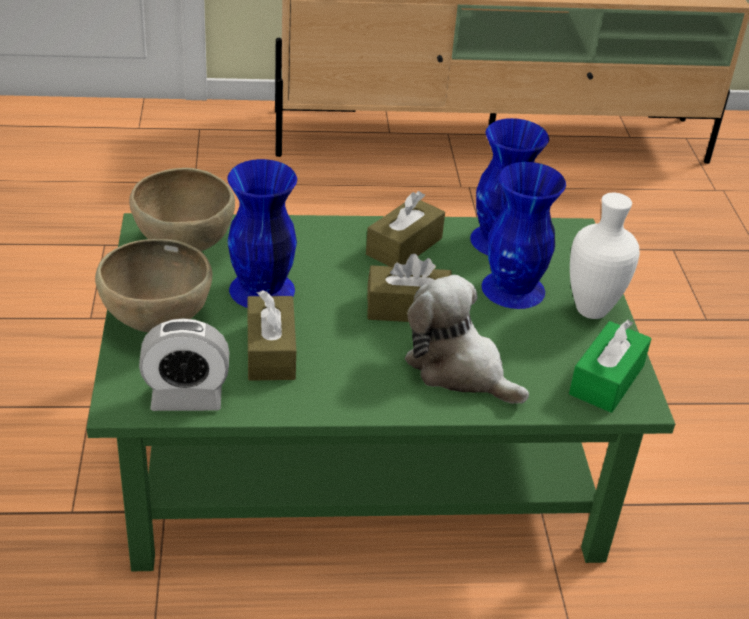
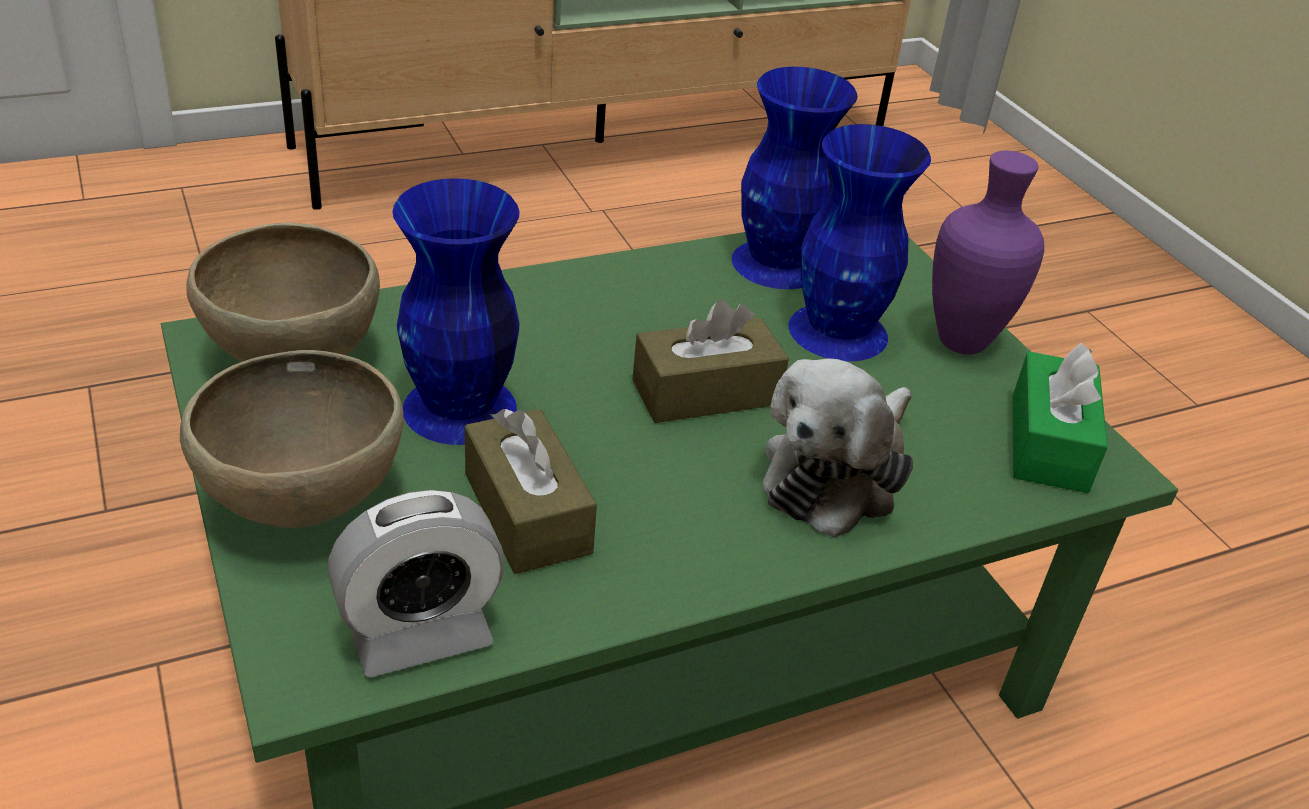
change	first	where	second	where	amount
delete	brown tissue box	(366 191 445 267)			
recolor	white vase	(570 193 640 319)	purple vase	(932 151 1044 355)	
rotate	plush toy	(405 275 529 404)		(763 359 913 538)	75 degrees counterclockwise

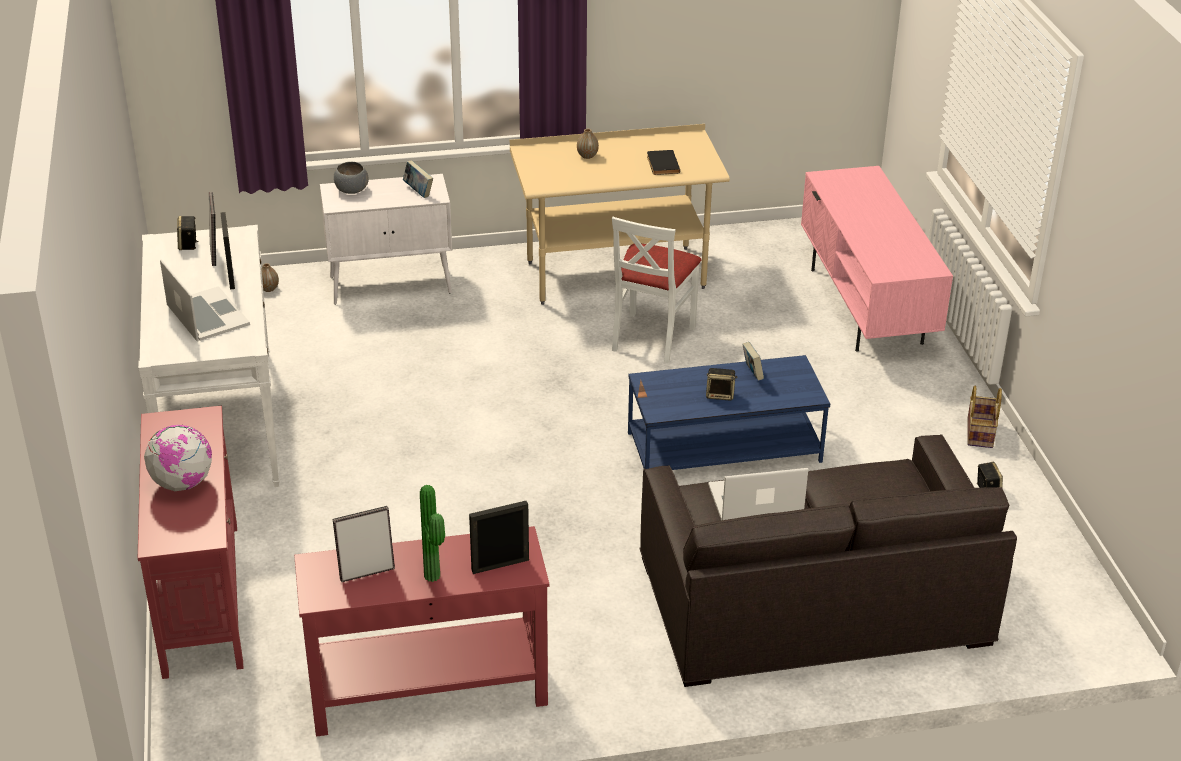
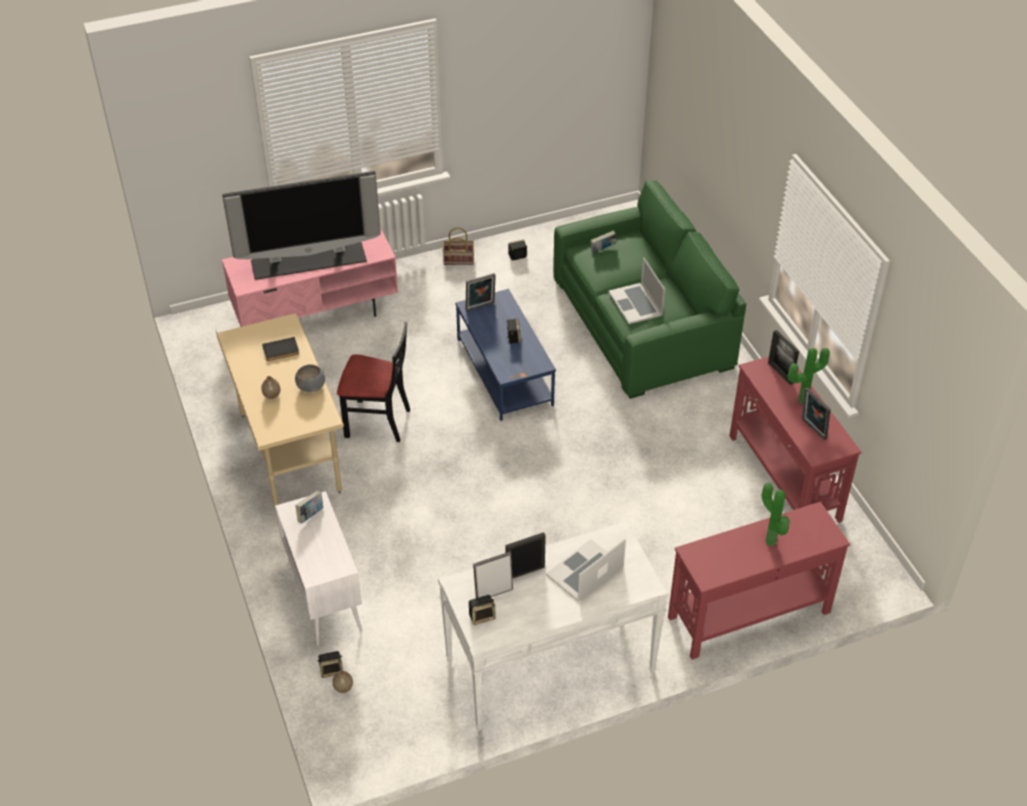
change	first	where	second	where	amount
move	grey bowl	(334 162 369 194)		(295 364 325 392)	
recolor	white chair	(612 217 702 363)	black chair	(337 322 410 442)	
move	book	(742 342 764 381)		(590 231 616 253)	
replace	globe	(144 425 212 491)	potted plant	(762 483 790 546)	
recolor	grey sofa	(640 434 1017 687)	green sofa	(553 180 746 399)	
insert			television	(222 171 381 280)	
insert			picture frame	(465 273 496 311)	
insert			speaker	(318 651 343 678)	

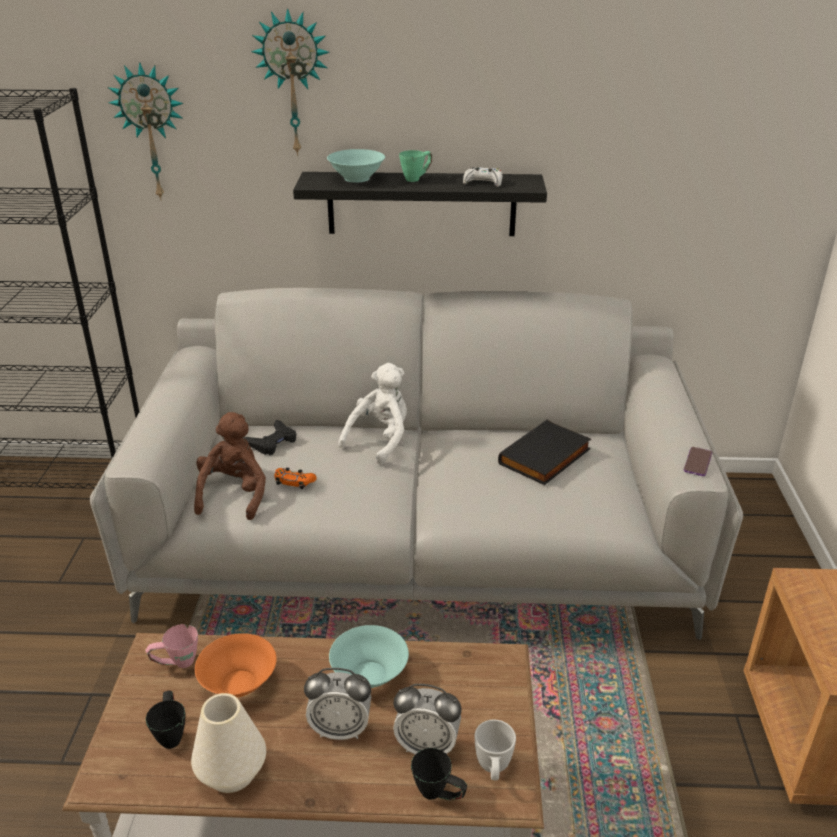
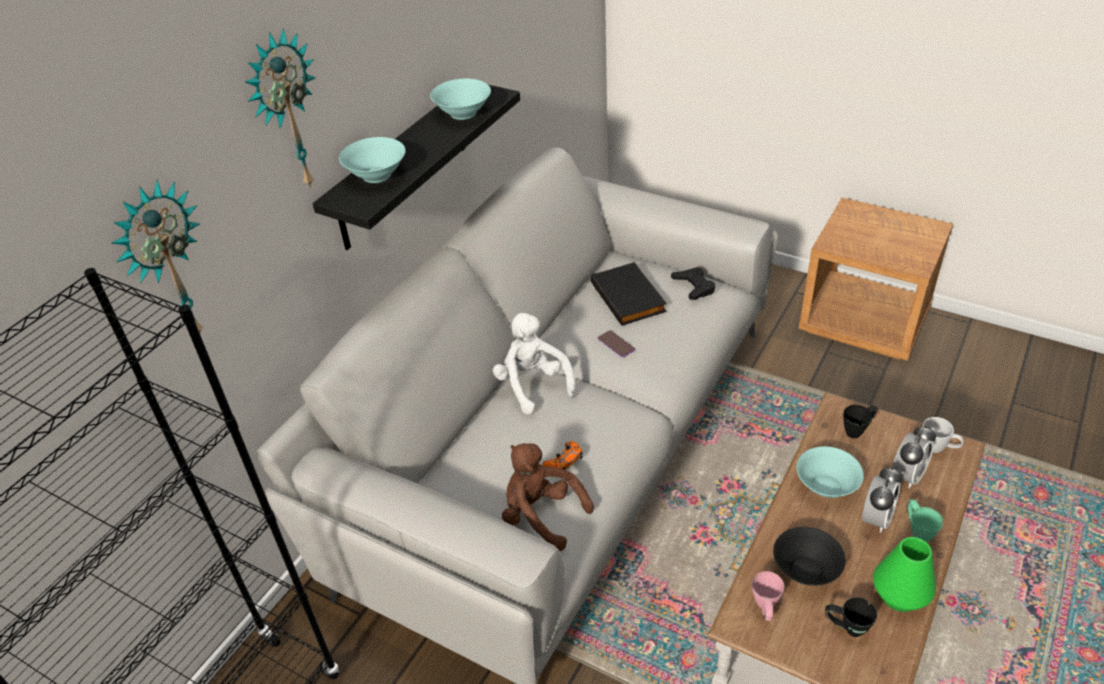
change	first	where	second	where	amount
move	green mug	(399 150 432 182)		(906 499 943 542)	
replace	white game controller	(463 167 503 187)	turquoise bowl	(430 79 491 120)	
move	black game controller	(244 420 296 455)		(671 267 715 300)	
move	phone	(684 447 712 476)		(598 330 635 357)	
recolor	orange bowl	(195 633 277 697)	black bowl	(773 527 846 586)	
recolor	white vase	(191 693 266 793)	green vase	(873 537 936 612)	
move	black mug	(411 748 467 801)		(843 405 878 438)	

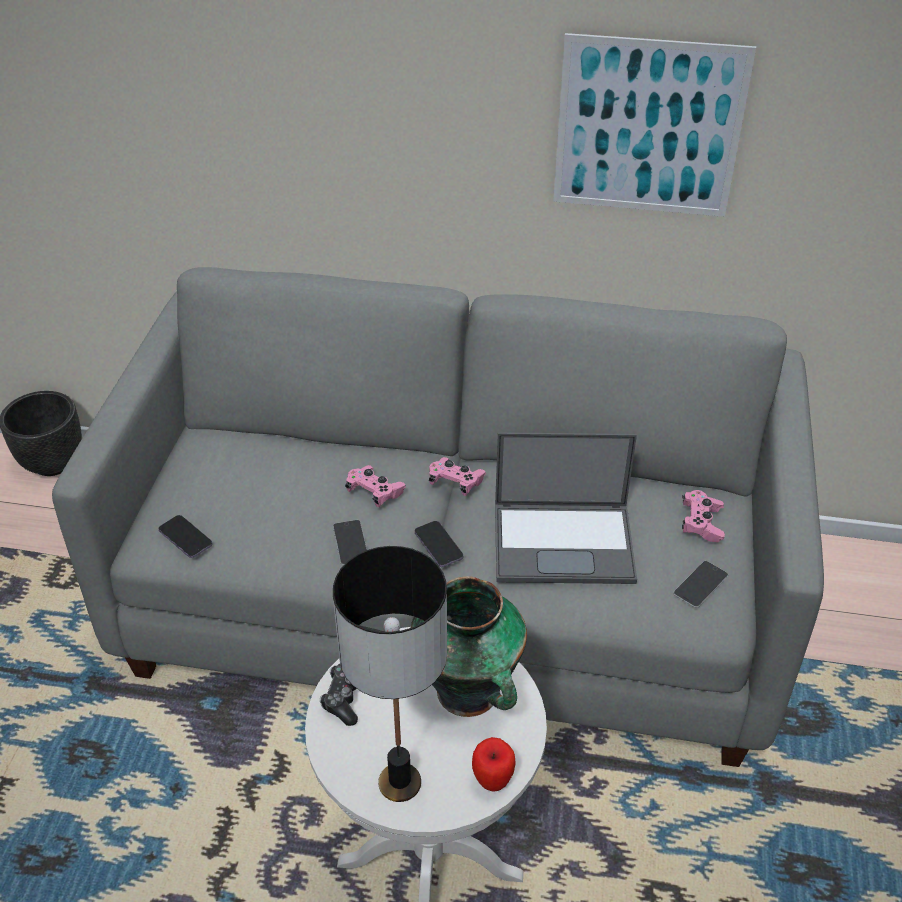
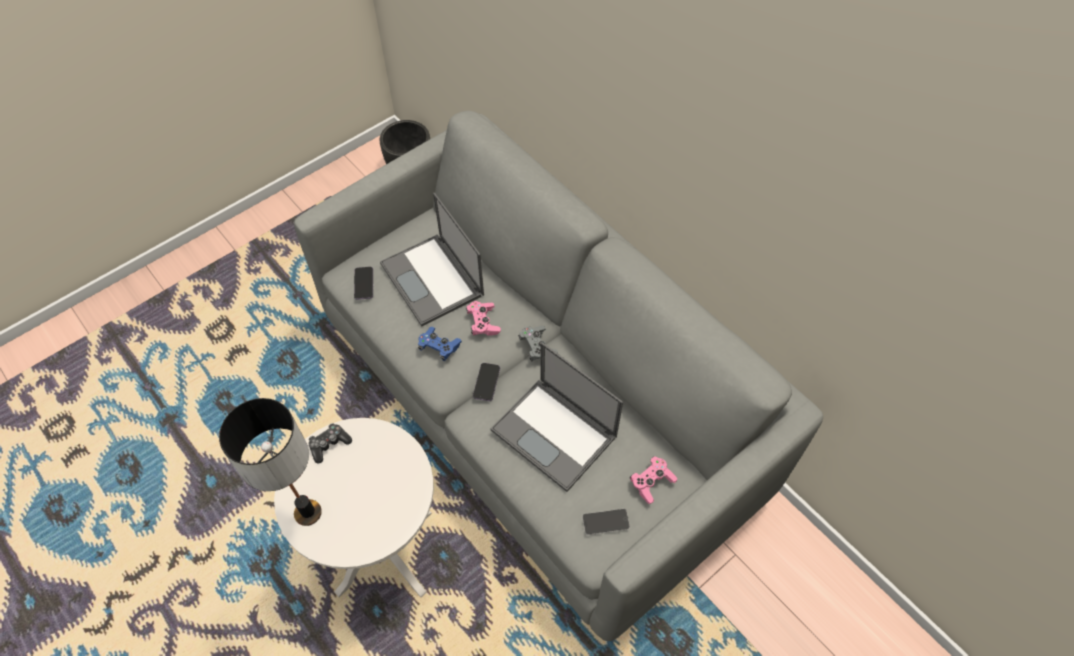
change	first	where	second	where	amount
delete	picture	(553 33 756 217)			
recolor	pink game controller	(429 457 486 496)	grey game controller	(518 326 558 362)	
replace	phone	(333 520 367 566)	blue game controller	(418 327 462 361)	
delete	vase	(410 576 527 717)			
delete	apple	(472 737 516 792)			
insert			laptop	(380 193 484 326)	

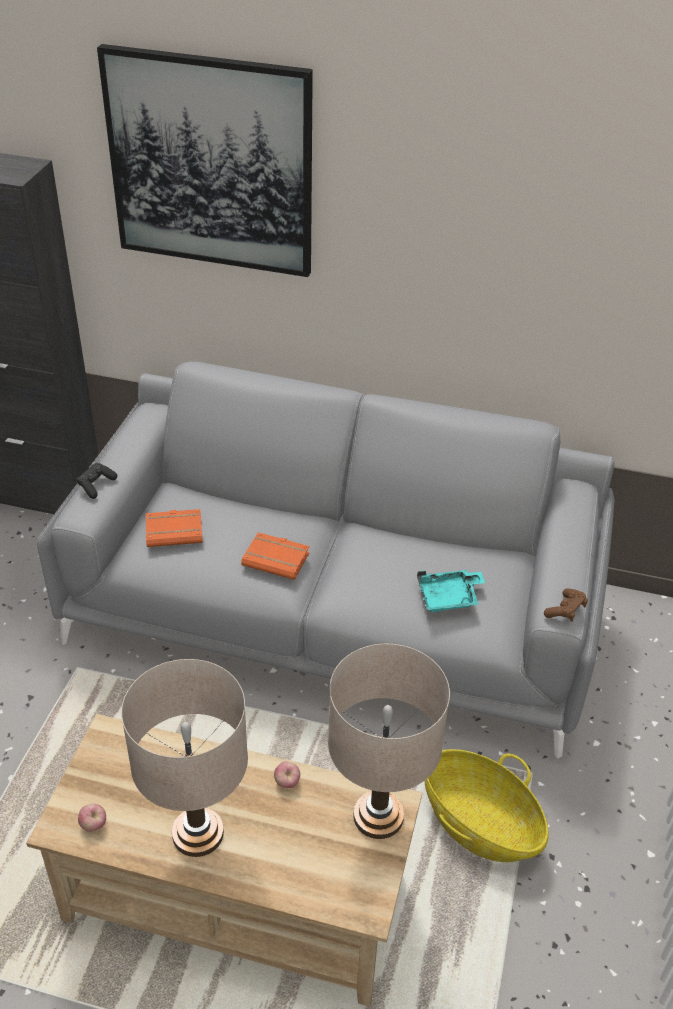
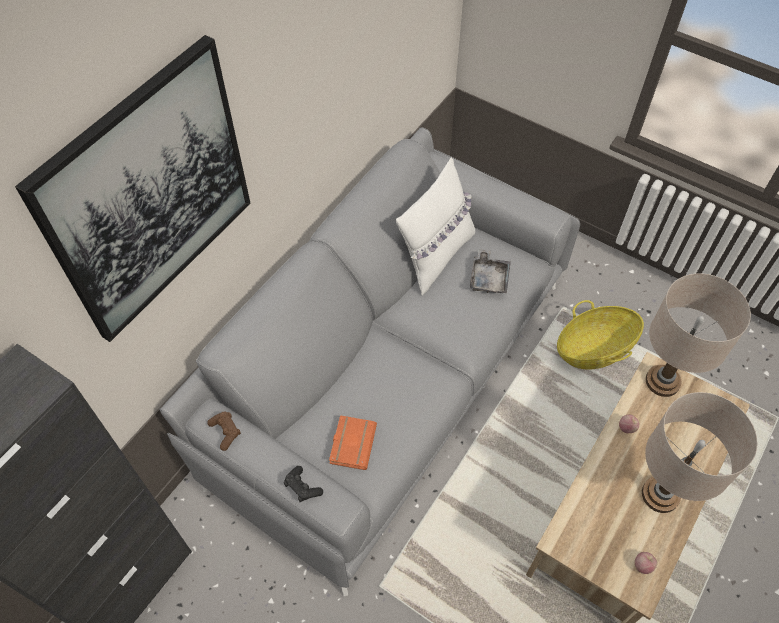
change	first	where	second	where	amount
delete	orange book	(241 532 310 580)			
recolor	turquoise tray	(417 570 485 612)	grey tray	(470 249 511 293)	
move	brown game controller	(544 588 588 622)		(207 412 241 451)	
insert			white pillow	(396 157 475 296)	

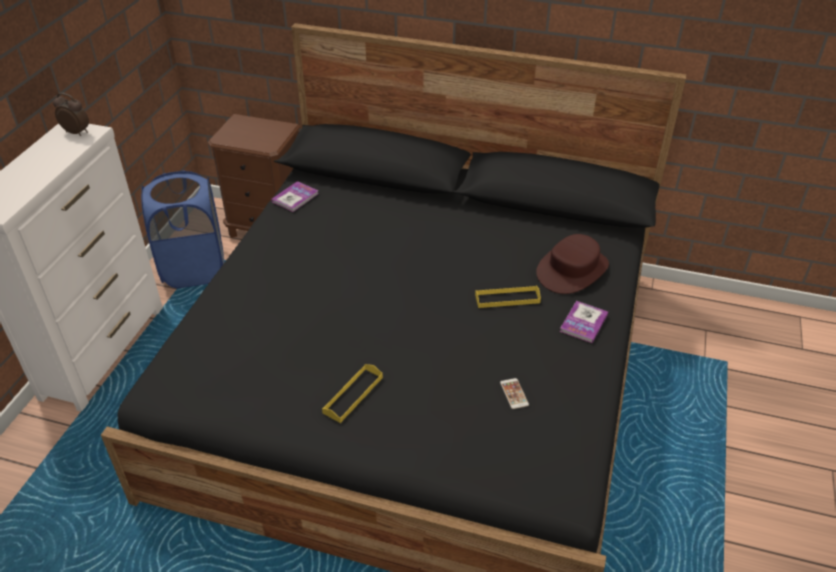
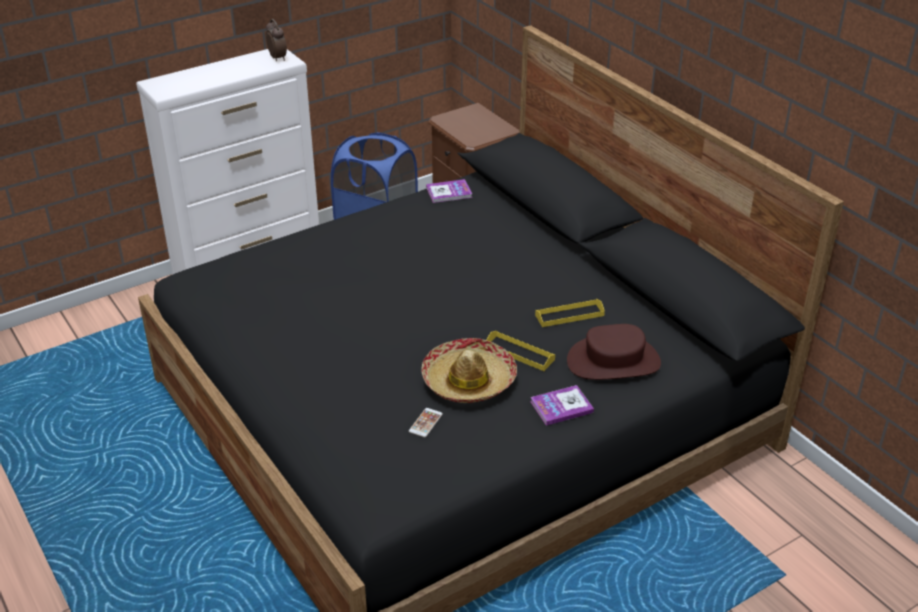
change	first	where	second	where	amount
move	yellow tray	(322 364 383 423)		(535 299 605 327)	
insert			hat	(422 338 517 403)	

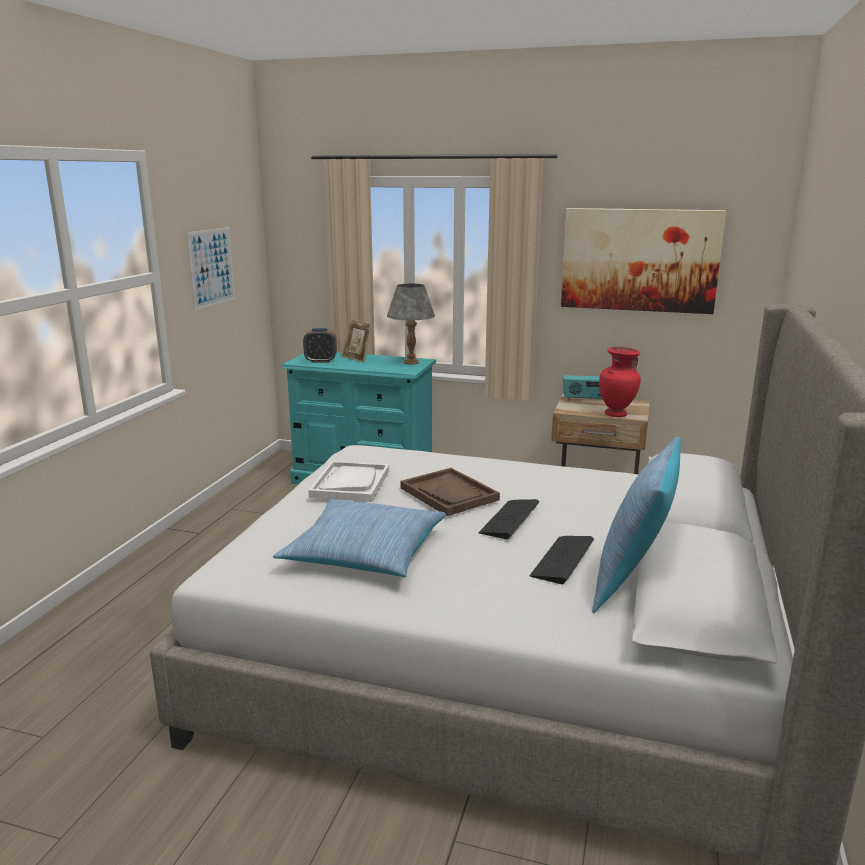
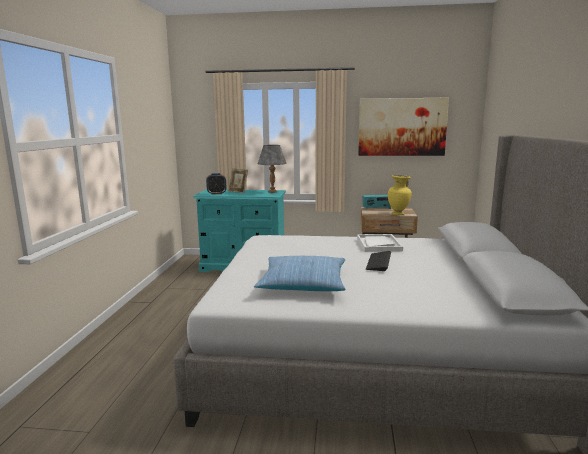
change	first	where	second	where	amount
delete	picture	(186 227 235 310)			
recolor	red vase	(599 347 641 417)	yellow vase	(388 175 412 215)	
delete	pillow	(592 437 681 613)			
move	white tray	(308 461 389 502)		(357 234 403 252)	
delete	brown tray	(400 468 500 516)			
delete	keyboard	(530 536 594 584)			

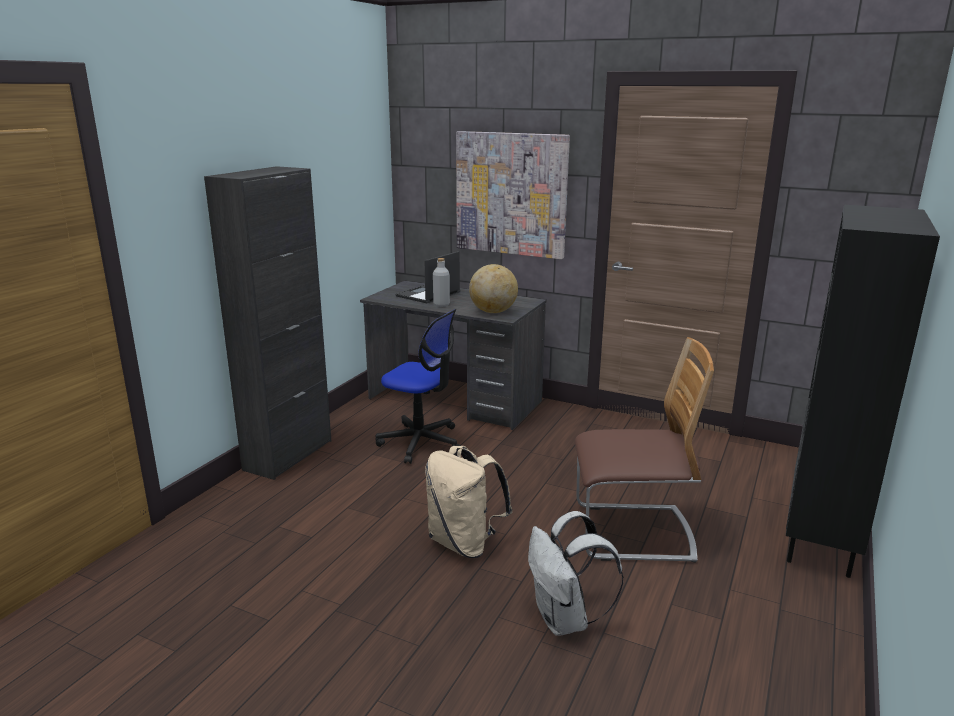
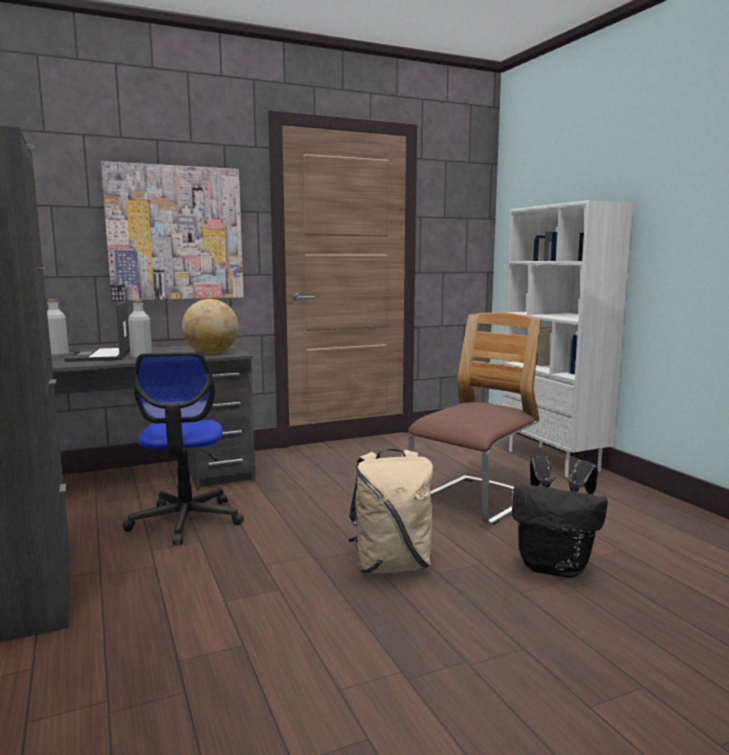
change	first	where	second	where	amount
recolor	black bookcase	(786 205 940 578)	white bookcase	(502 200 634 477)	
rotate	office chair	(375 309 461 464)		(123 352 244 545)	105 degrees clockwise
recolor	white backpack	(528 511 624 636)	black backpack	(512 456 608 578)	
insert			grey bottle	(47 299 69 357)	

